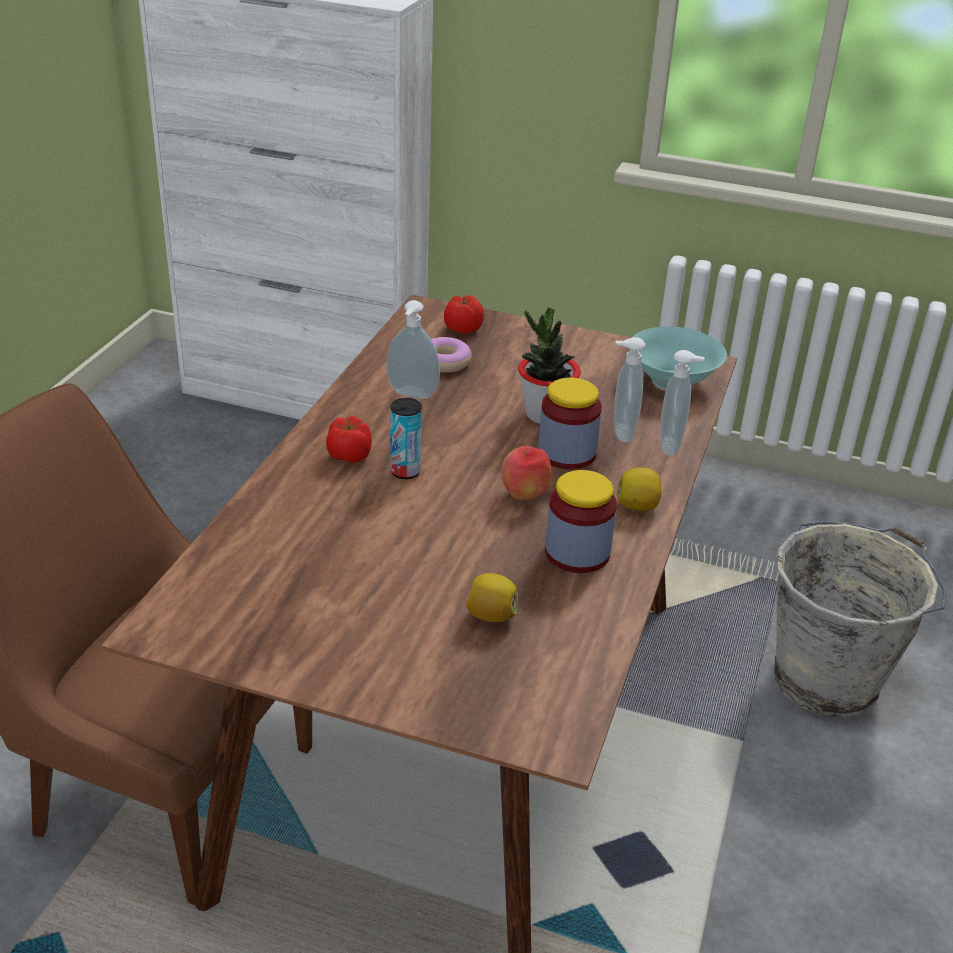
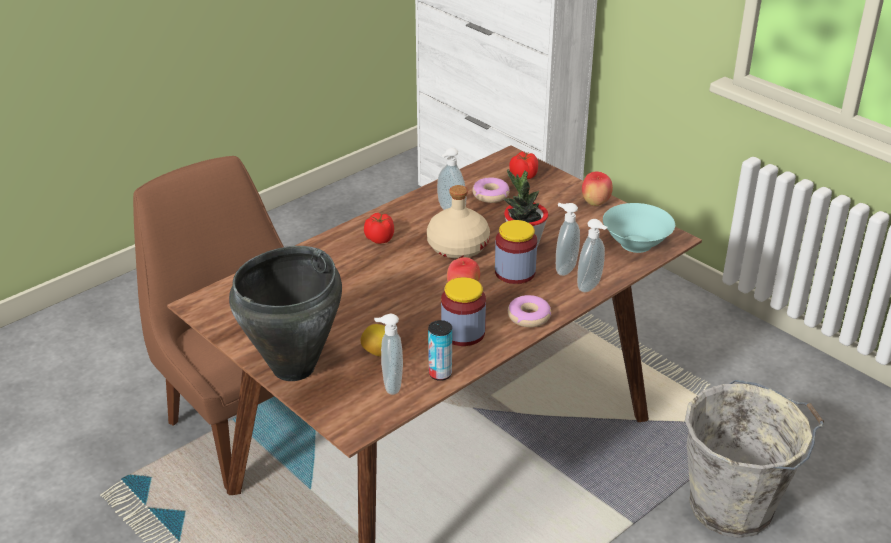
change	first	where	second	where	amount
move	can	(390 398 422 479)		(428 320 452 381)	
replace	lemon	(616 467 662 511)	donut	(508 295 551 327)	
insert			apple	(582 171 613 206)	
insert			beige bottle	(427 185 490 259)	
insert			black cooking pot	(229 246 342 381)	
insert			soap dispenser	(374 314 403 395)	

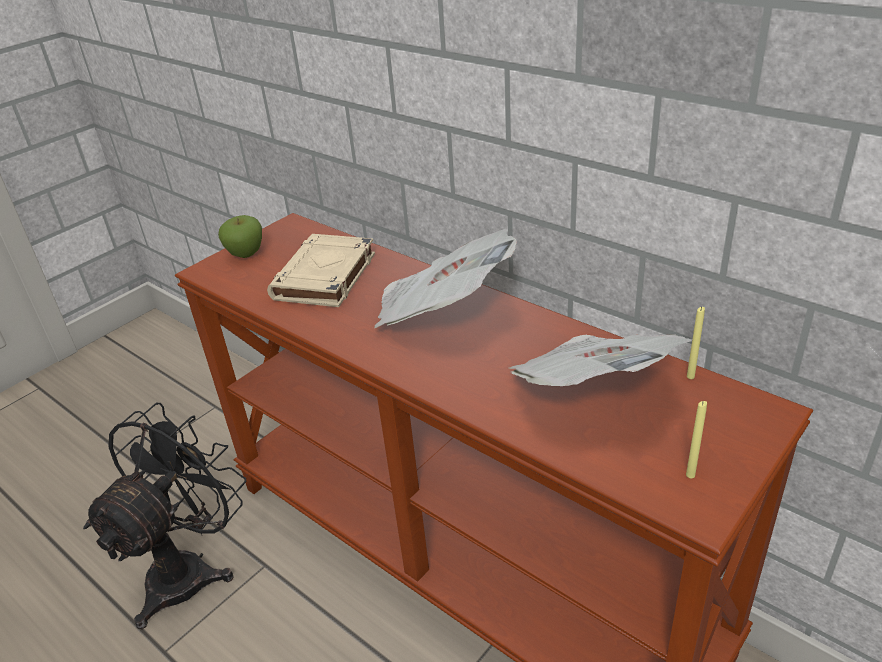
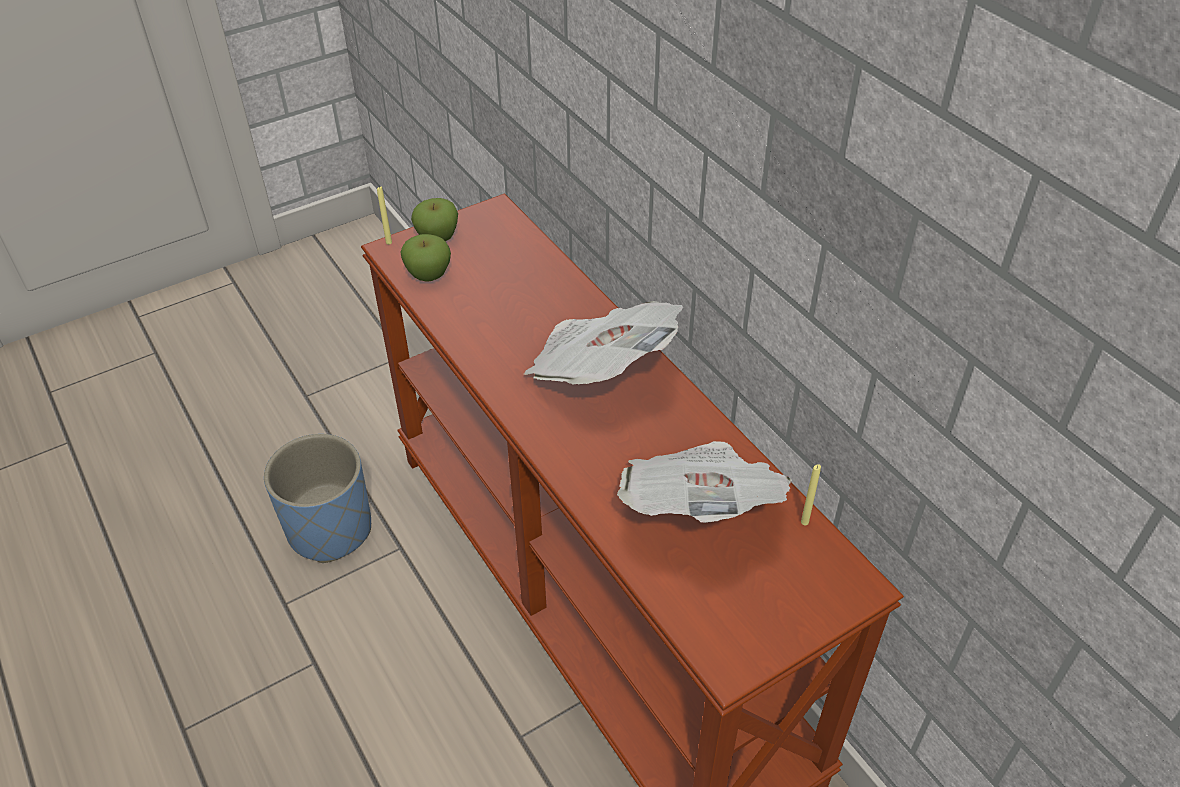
change	first	where	second	where	amount
delete	beige book	(267 234 375 307)			
move	yellow candle	(686 401 707 478)		(377 187 392 245)	
replace	black fan	(83 403 246 629)	blue planter	(264 434 371 563)	
insert			apple	(401 234 451 282)	

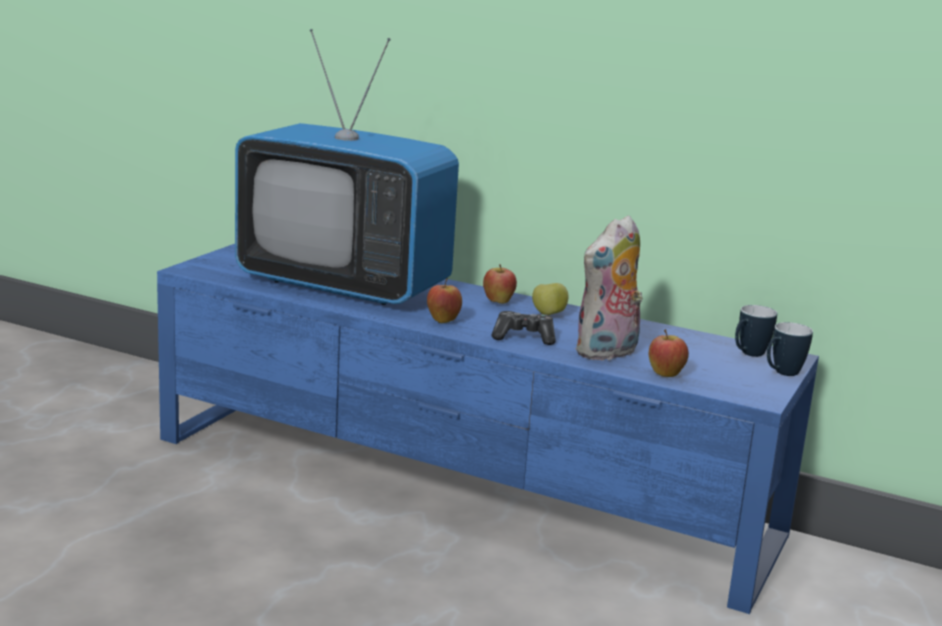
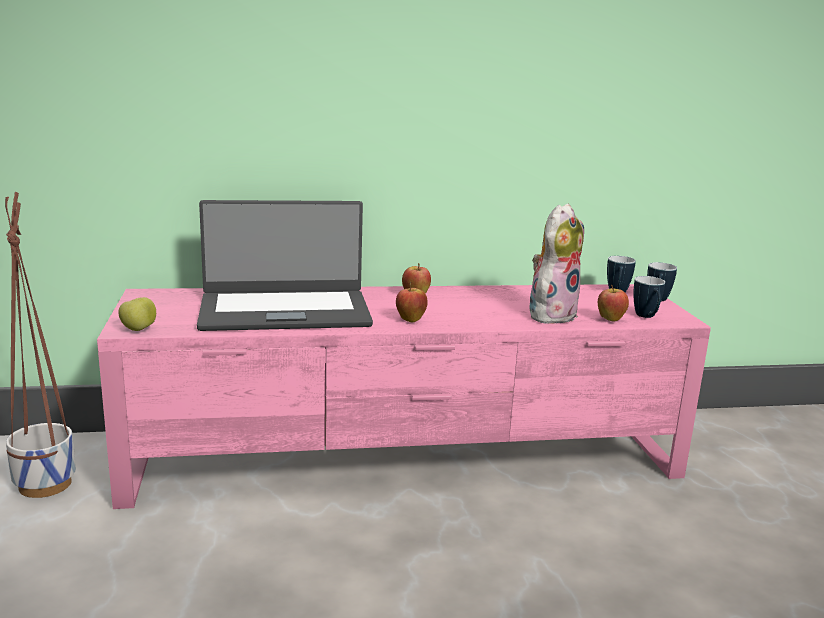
change	first	where	second	where	amount
replace	television	(235 29 459 305)	laptop	(197 200 373 331)	
rotate	plush toy	(575 215 643 361)		(529 204 584 324)	150 degrees counterclockwise
recolor	blue tv stand	(157 244 819 614)	pink tv stand	(97 284 711 509)	
move	apple	(532 283 569 315)		(118 297 156 331)	
delete	game controller	(491 311 556 345)			
insert			planter	(5 192 76 498)	
insert			mug	(634 276 665 318)	

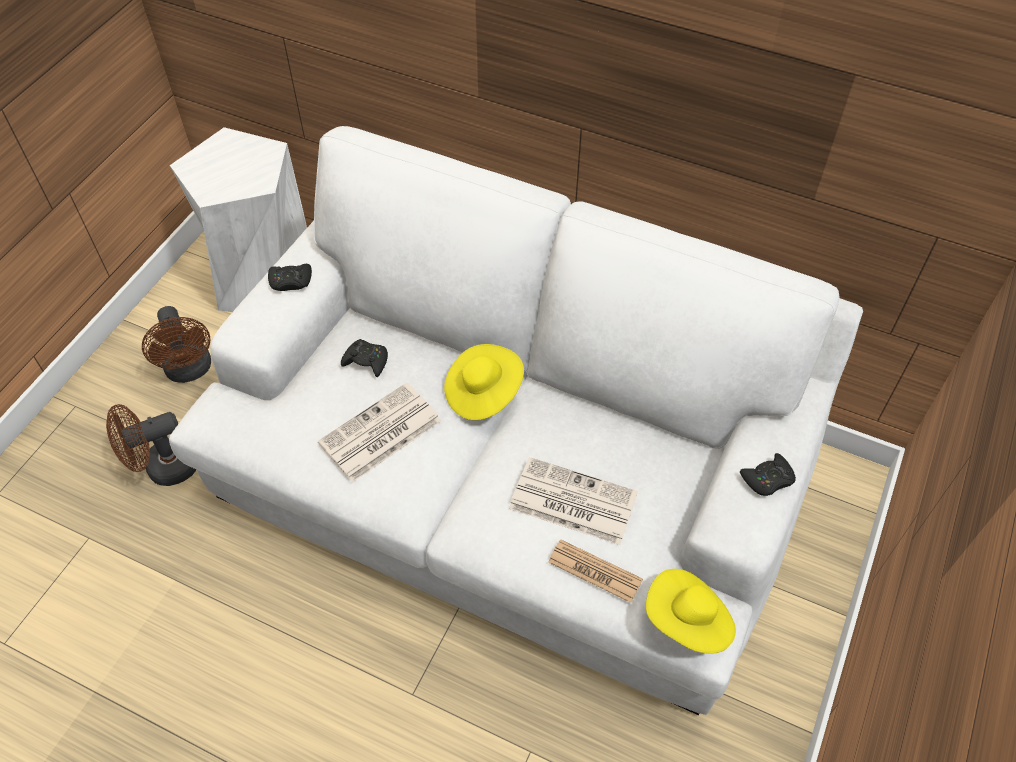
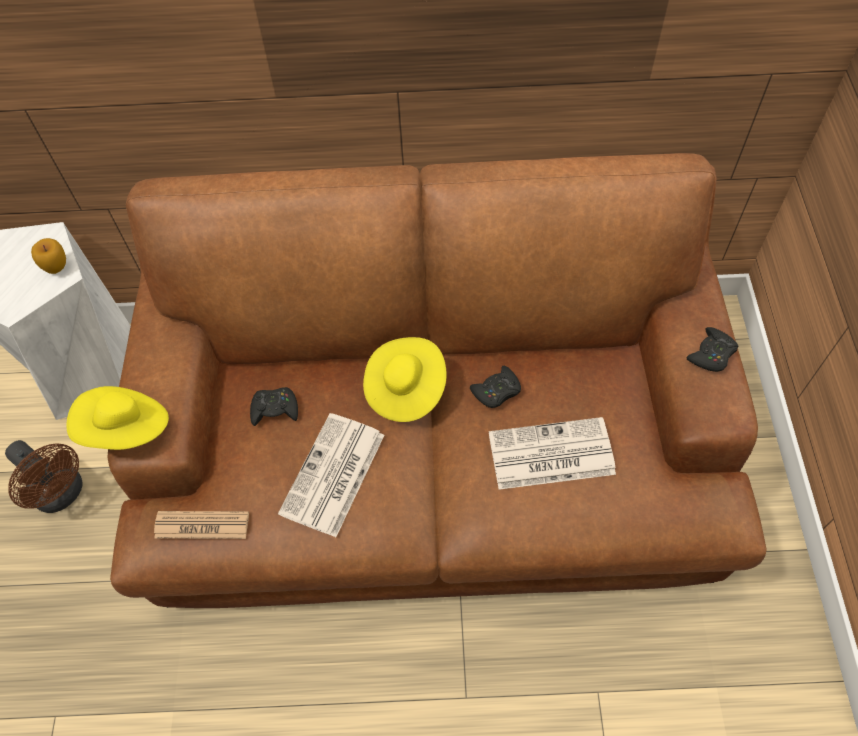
change	first	where	second	where	amount
recolor	white sofa	(169 126 863 715)	brown sofa	(108 153 767 608)	
move	black game controller	(268 264 312 291)		(470 366 521 408)	
delete	brown fan	(106 404 196 486)			
move	newspaper	(548 539 643 603)		(154 511 249 539)	
move	yellow hat	(646 569 736 654)		(66 386 169 450)	
insert			apple	(31 238 66 274)	

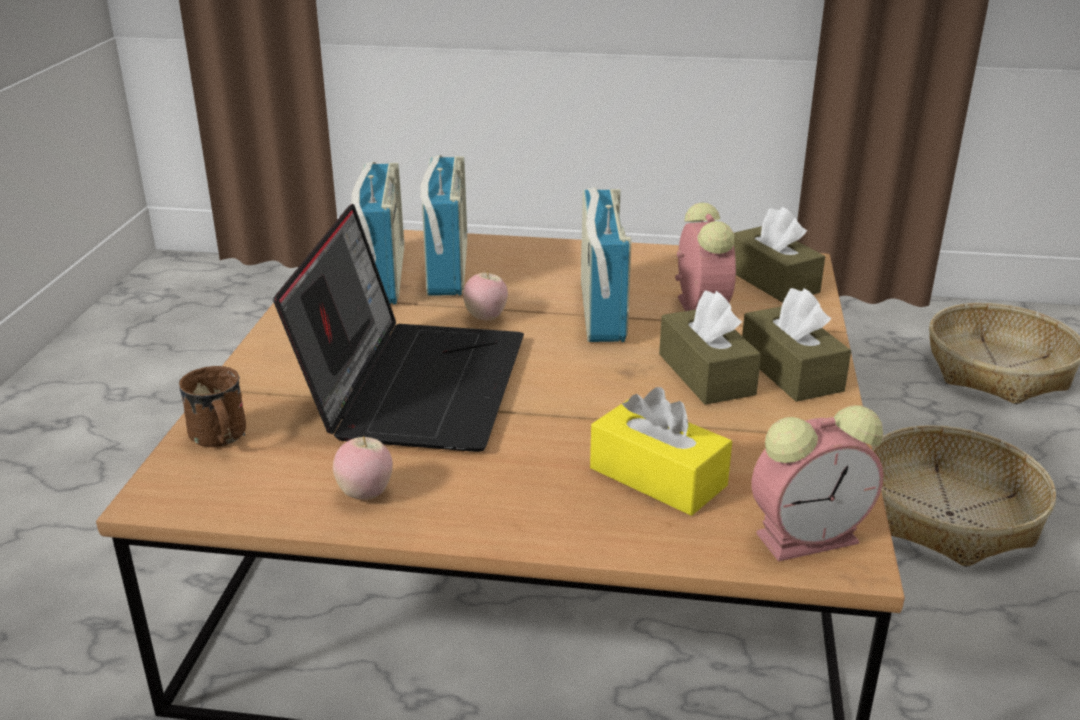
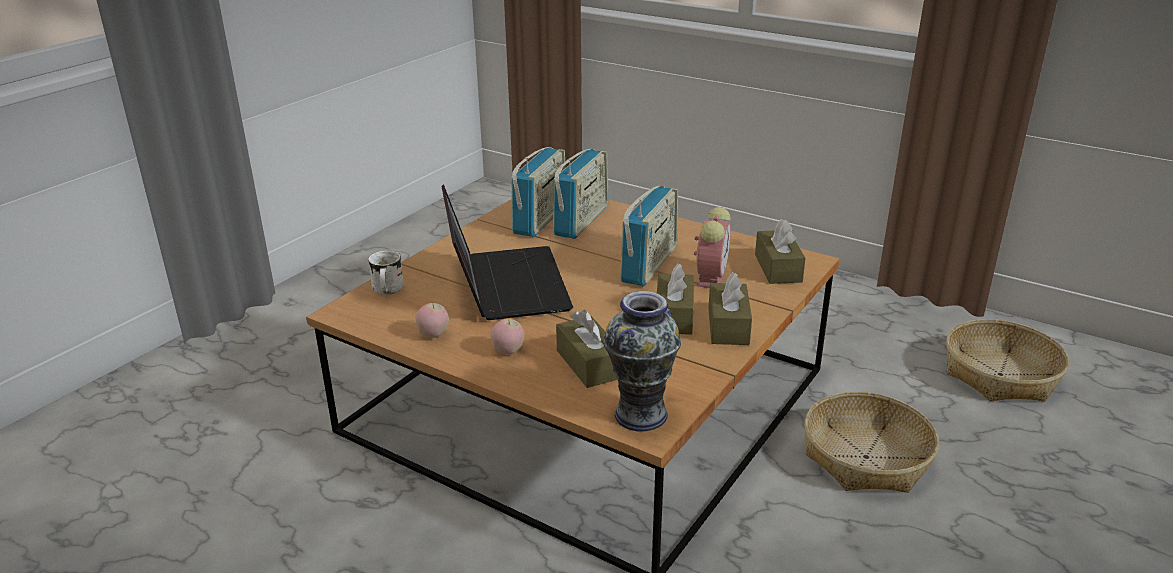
change	first	where	second	where	amount
rotate	laptop	(273 204 524 452)		(441 184 573 320)	45 degrees counterclockwise
move	apple	(463 270 508 321)		(490 318 525 355)	
recolor	brown mug	(179 366 246 447)	white mug	(368 250 404 295)	
recolor	yellow tissue box	(590 387 732 516)	brown tissue box	(556 310 618 388)	
replace	alarm clock	(752 406 884 562)	vase	(603 291 681 432)	

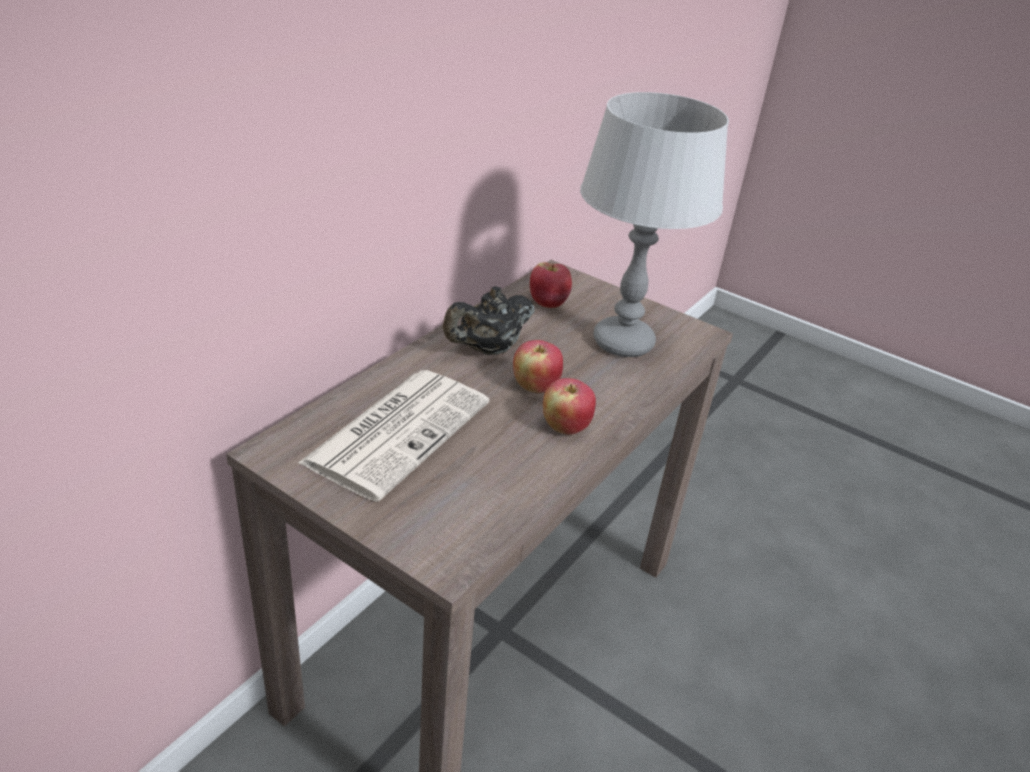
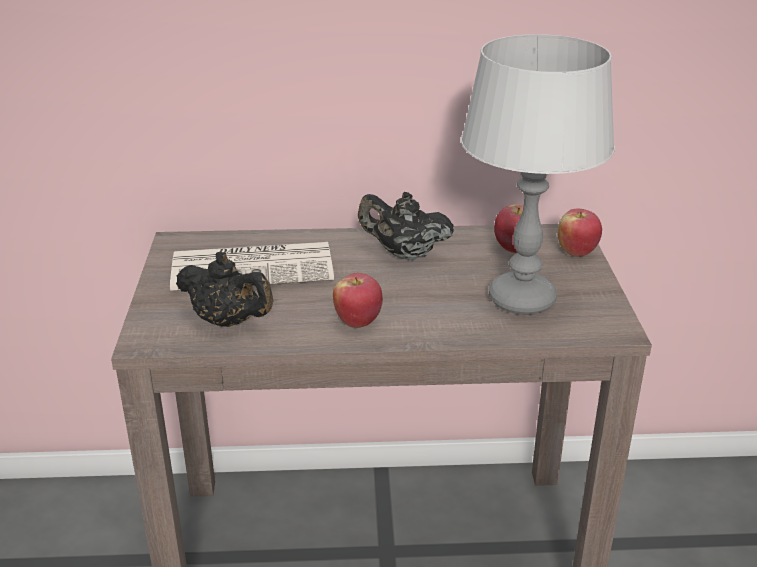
change	first	where	second	where	amount
move	apple	(513 340 563 393)		(558 209 602 257)	
insert			black teapot	(176 252 273 327)	

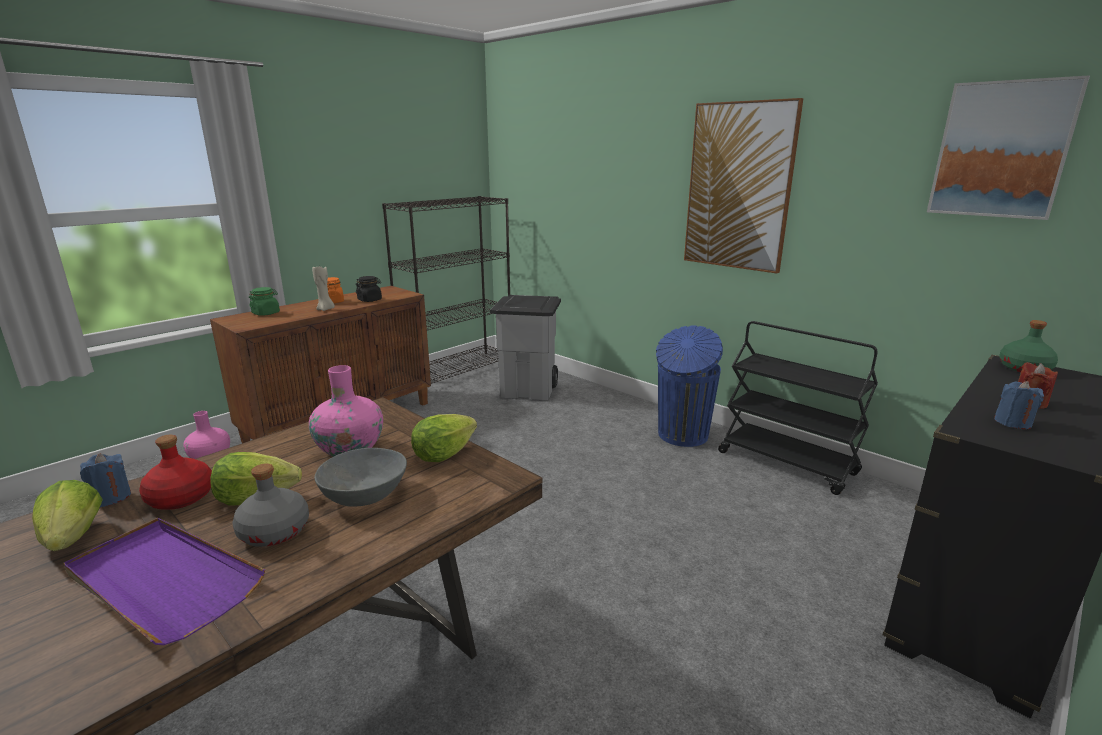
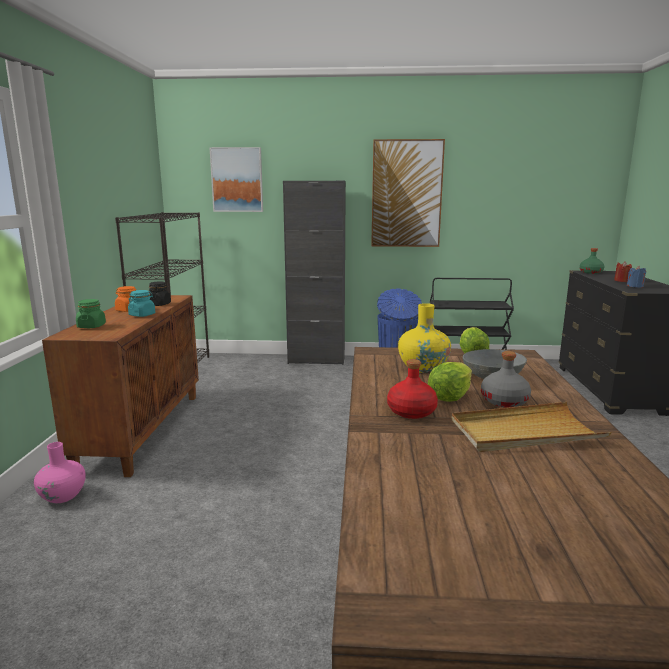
change	first	where	second	where	amount
move	picture	(927 75 1090 220)		(209 147 263 212)	
replace	beige candle	(312 266 335 311)	turquoise jar	(128 290 155 317)	
delete	grey trash can	(490 295 561 400)			
recolor	pink vase	(309 365 383 457)	yellow vase	(398 303 451 373)	
delete	blue candle	(80 453 131 507)			
delete	lettuce	(32 480 103 551)			
recolor	purple tray	(64 518 265 645)	beige tray	(451 402 612 452)	
insert			black cabinet	(283 181 346 365)	

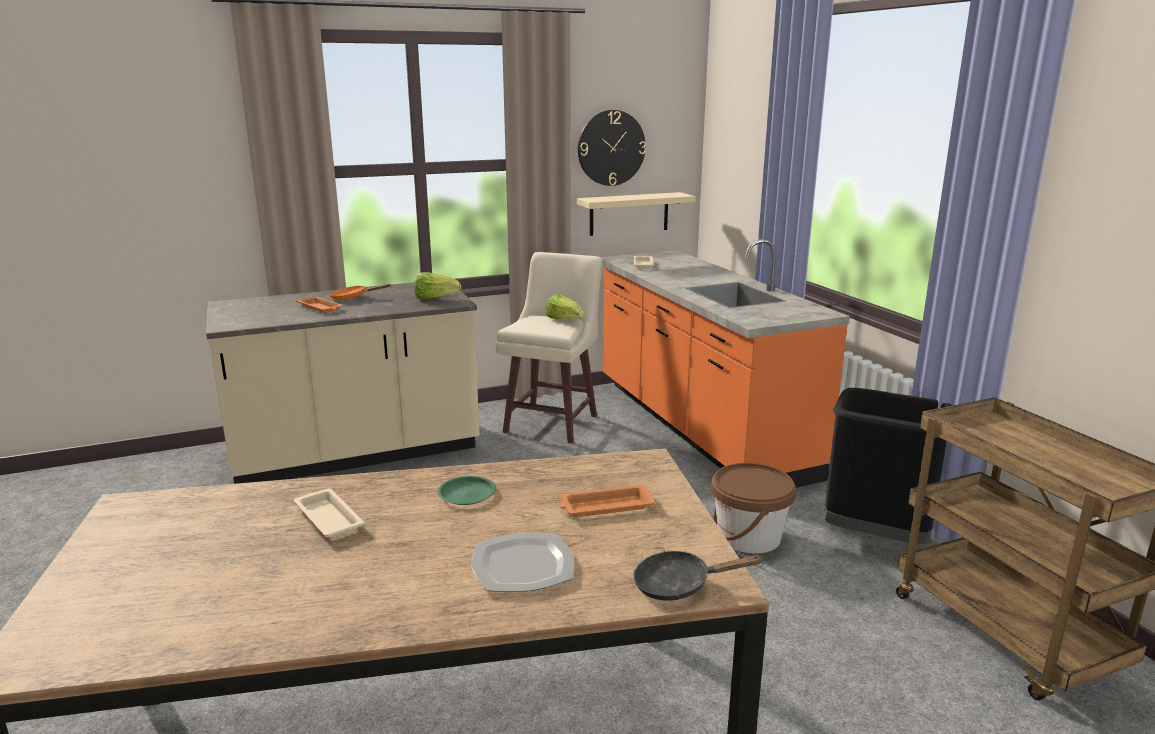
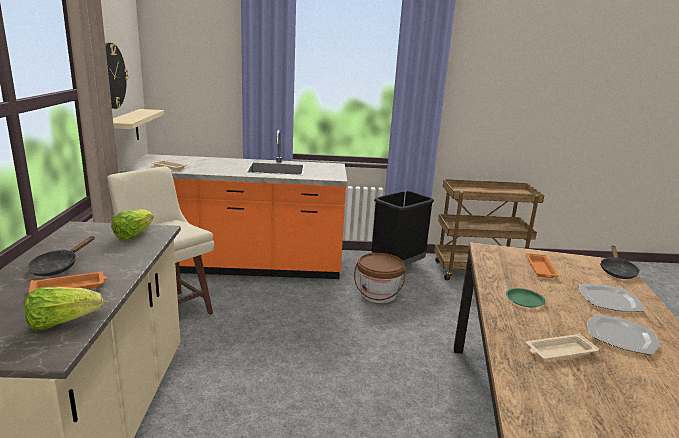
change	first	where	second	where	amount
recolor	orange frying pan	(329 284 391 300)	black frying pan	(28 236 95 276)	
move	lettuce	(546 294 584 319)		(25 287 103 330)	
insert			plate	(587 314 659 355)	

